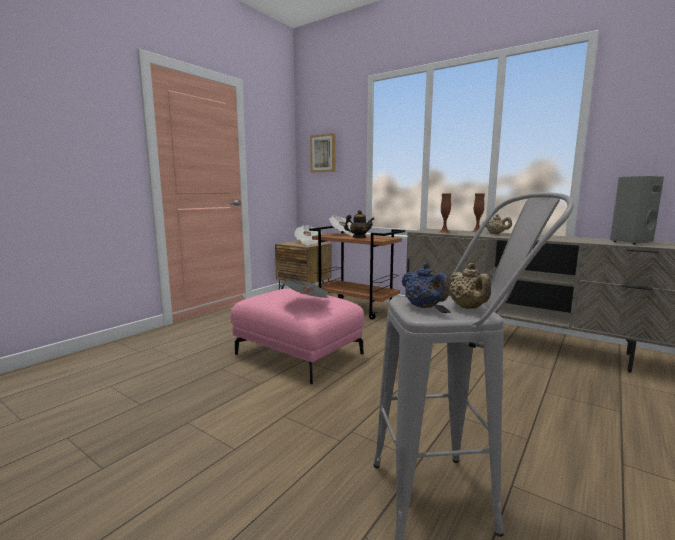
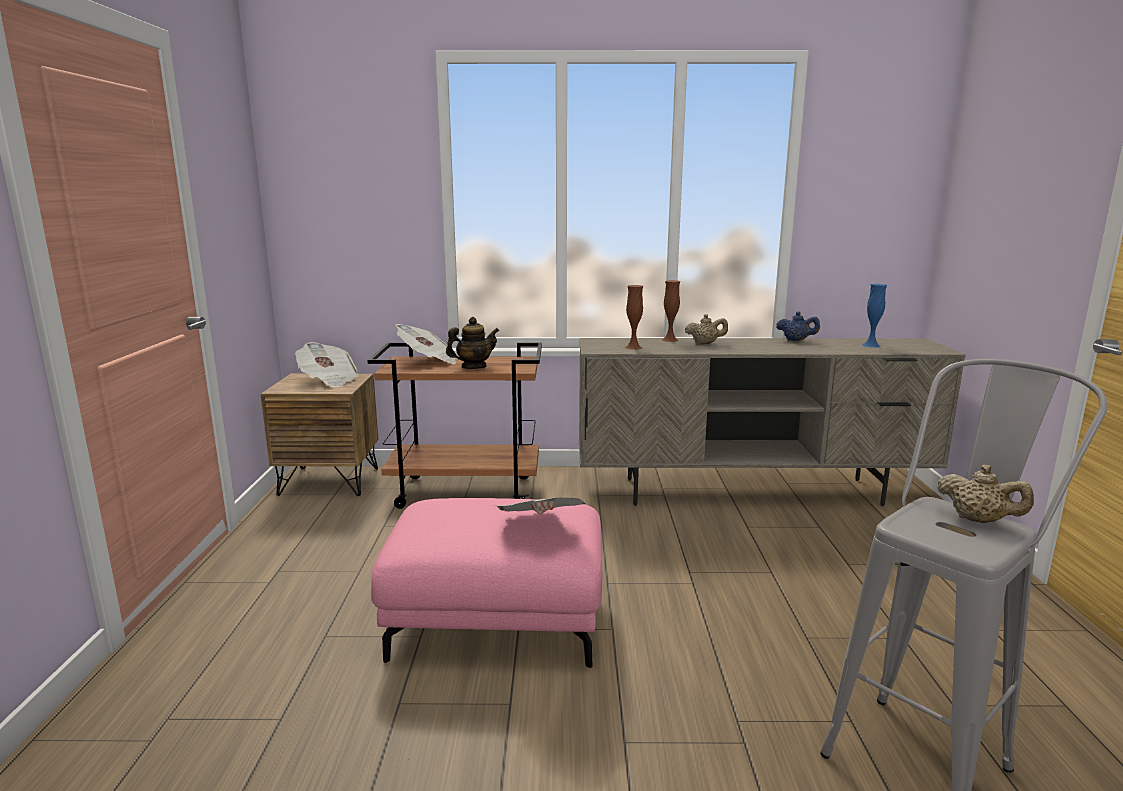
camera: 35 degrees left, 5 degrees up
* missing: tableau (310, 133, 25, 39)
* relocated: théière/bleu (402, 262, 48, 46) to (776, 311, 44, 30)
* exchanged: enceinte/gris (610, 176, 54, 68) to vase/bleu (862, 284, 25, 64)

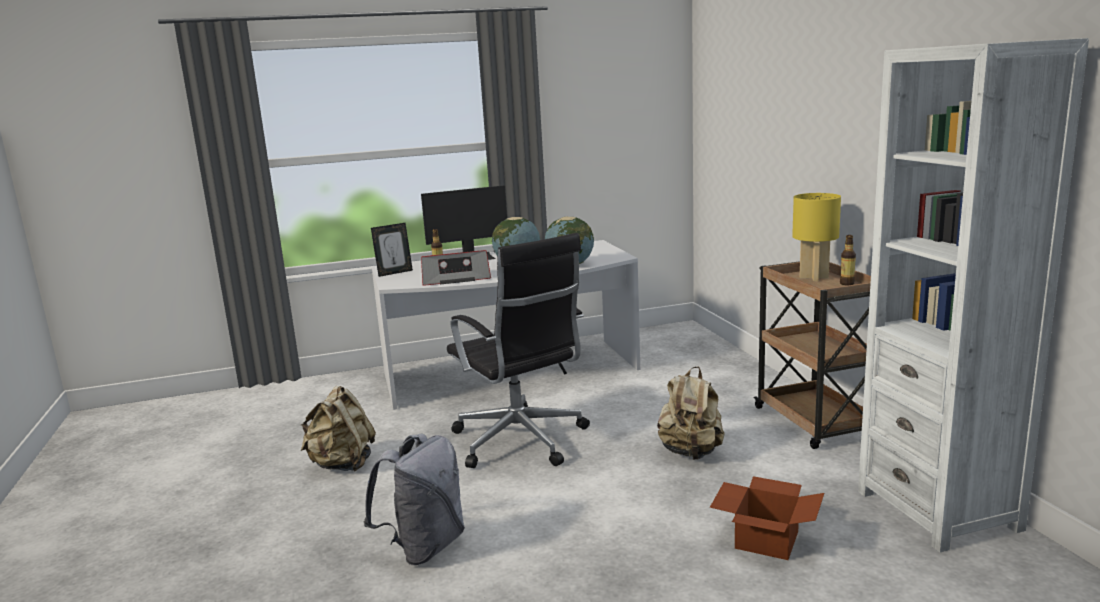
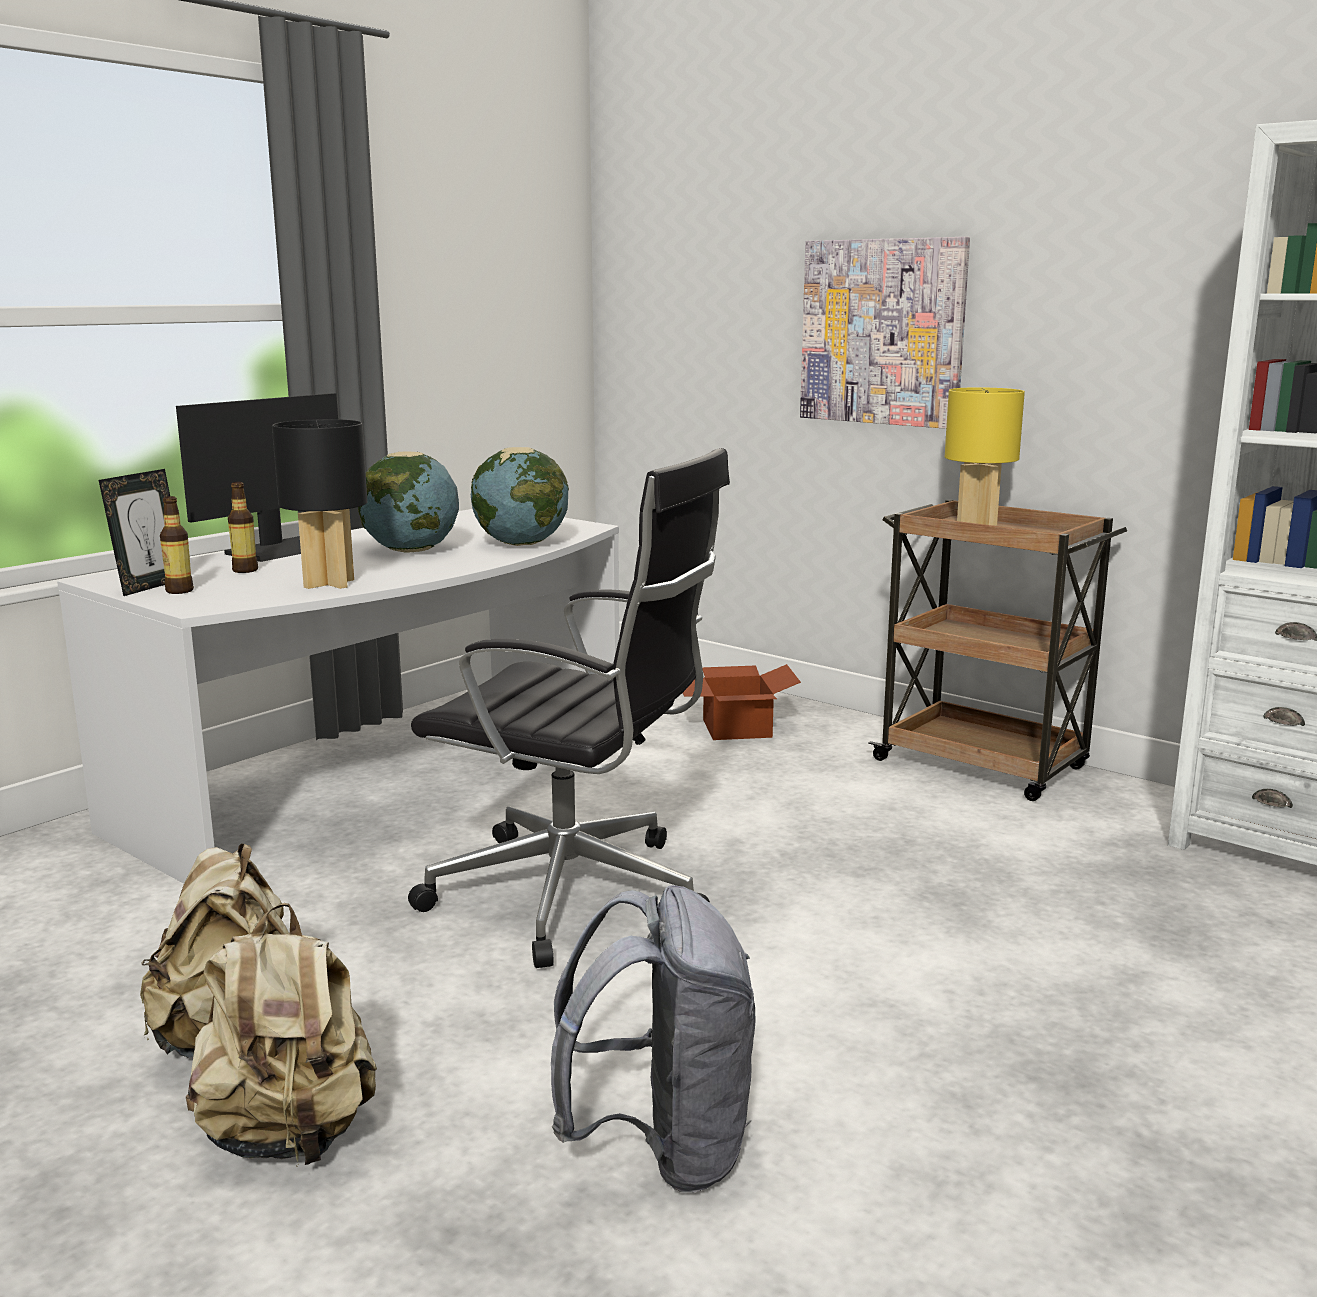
camera: 35 degrees left, 0 degrees up
* exchanged: radio (421, 250, 70, 36) to lampe de table/noir (272, 419, 95, 170)
* relocated: sac à dos/beige (657, 366, 67, 94) to (186, 903, 191, 264)
* relocated: carton (710, 476, 114, 84) to (683, 664, 118, 76)
* relocated: bouteille (840, 235, 16, 50) to (160, 496, 34, 98)
* appeared: tableau (800, 237, 170, 192)

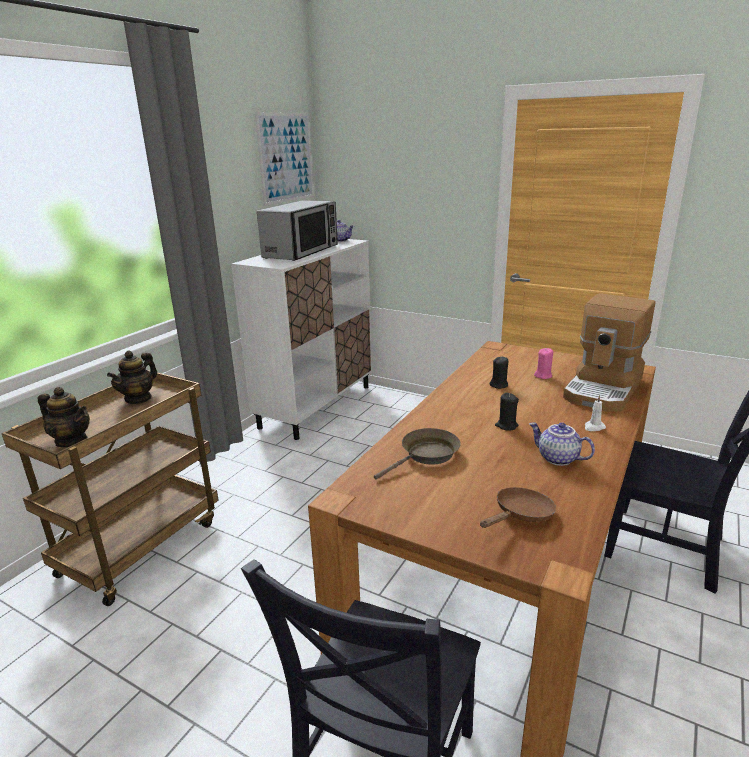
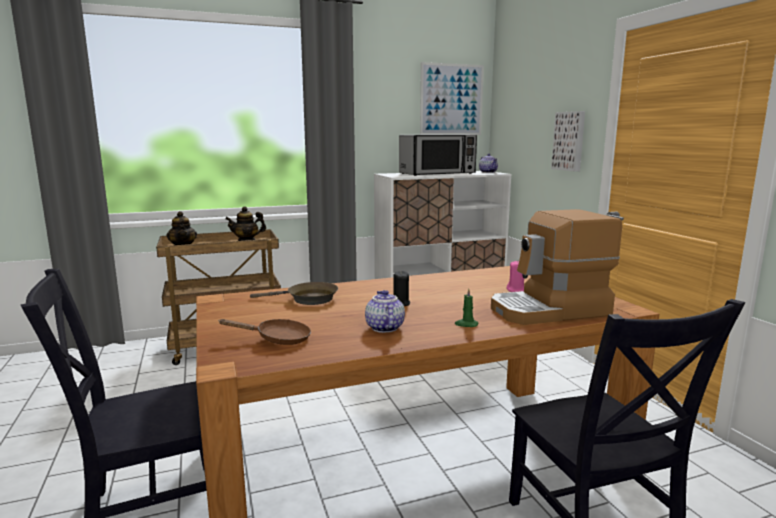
camera: 40 degrees right, 10 degrees down
* missing: bougie/noir (489, 357, 19, 32)
* colour: bougie/blanc (585, 395, 21, 36) to bougie/vert (454, 288, 24, 39)
* appeared: tableau (551, 111, 34, 61)

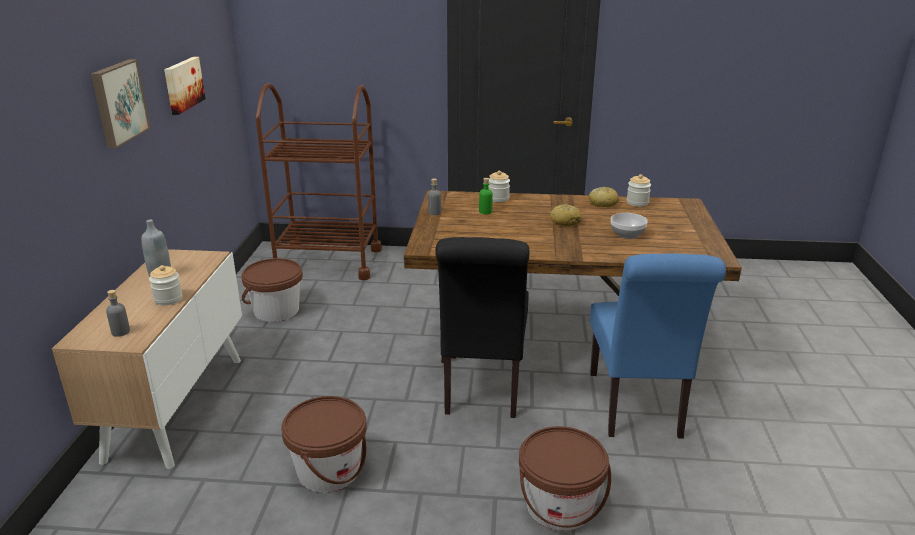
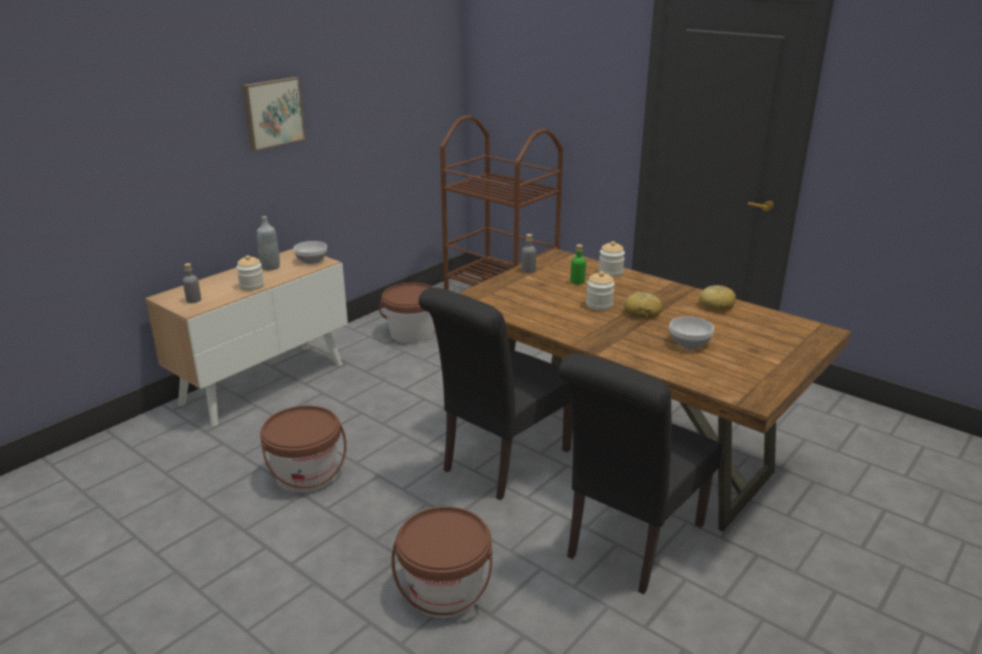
camera: 35 degrees right, 0 degrees up
* missing: tableau (164, 57, 41, 58)
* colour: chaise/bleu (590, 253, 136, 186) to chaise/noir (559, 353, 163, 242)
* relocated: bocal (626, 174, 25, 33) to (586, 271, 29, 40)
* appeared: bol (294, 241, 33, 23)

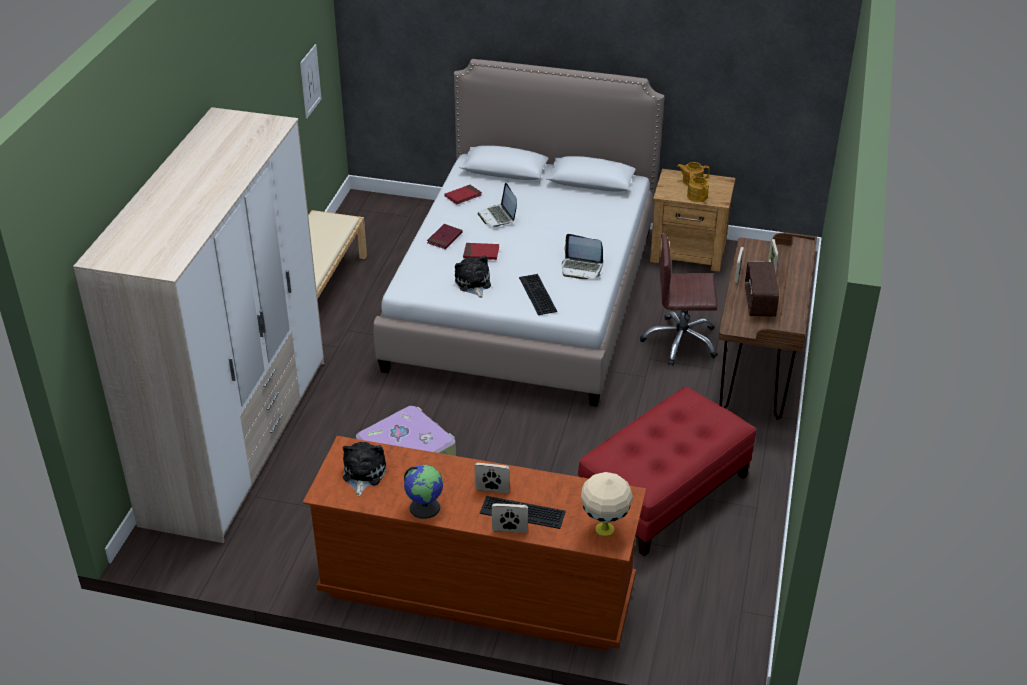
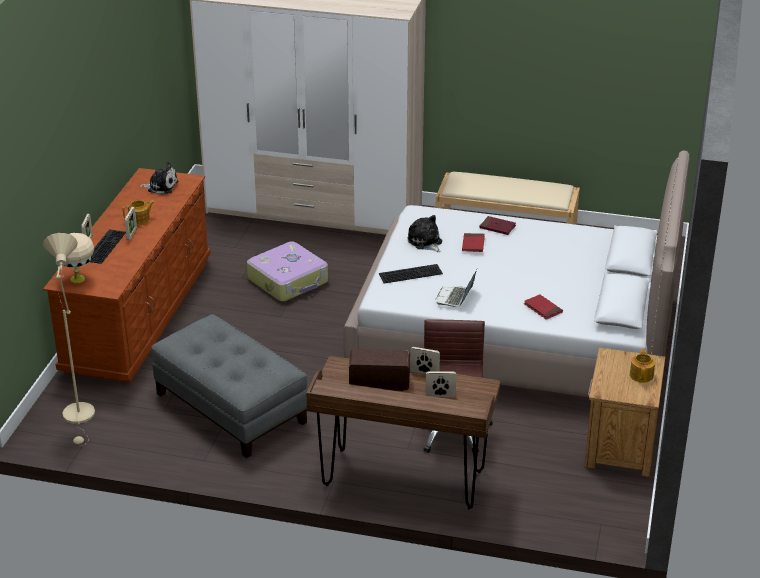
camera: 90 degrees right, 5 degrees down
* missing: tableau (300, 44, 22, 75)
* missing: globe (404, 465, 39, 54)
* relocated: livre/rouge (444, 185, 38, 20) to (524, 294, 39, 26)
* spun: peluche (455, 256, 36, 42) = (408, 215, 34, 37) 105 degrees counterclockwise
* missing: ordinateur portable (478, 183, 39, 44)
* colour: pouf/rouge (578, 387, 178, 169) to pouf/gris (151, 314, 156, 144)
* relocated: théière (687, 173, 22, 29) to (123, 200, 32, 25)
* appeared: lampadaire/beige (43, 233, 52, 212)

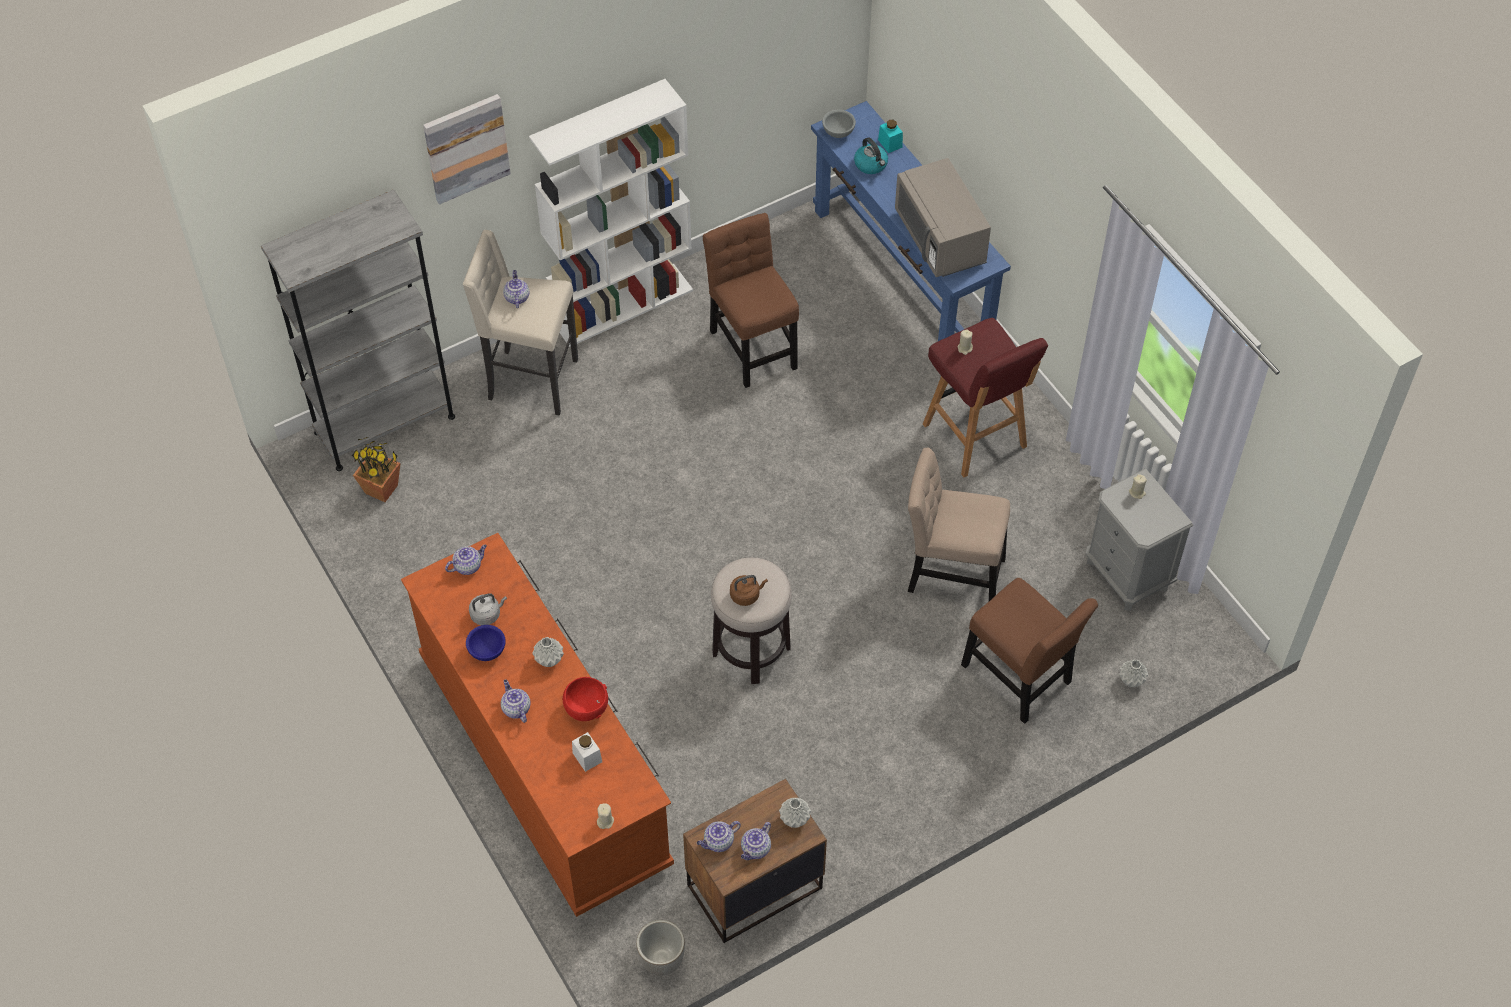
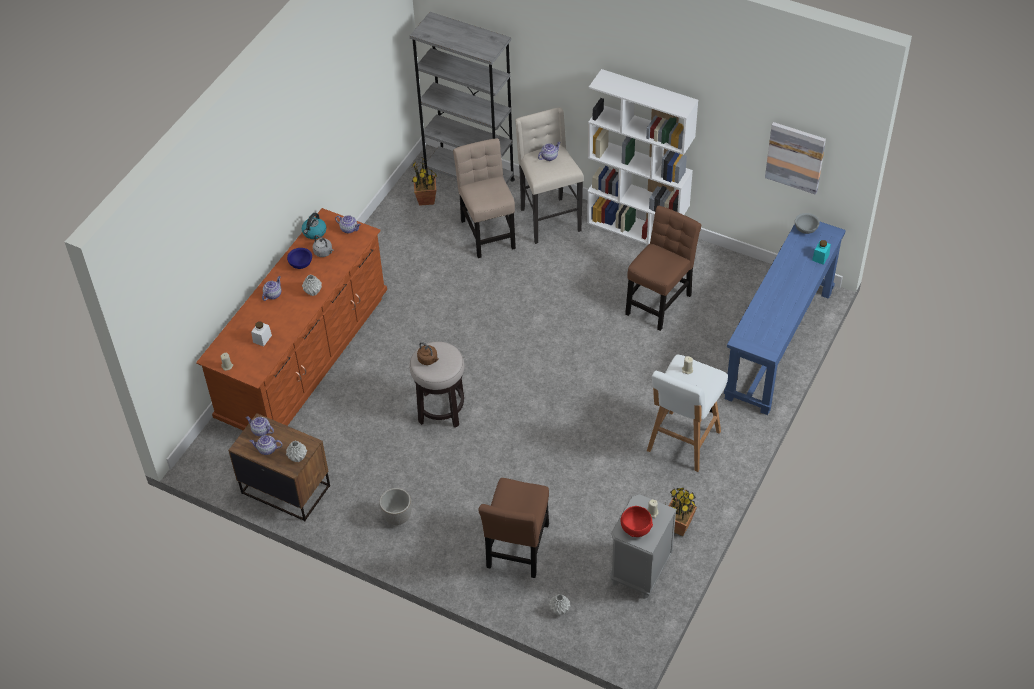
camera: 60 degrees right, 5 degrees down
* relocated: tableau (423, 94, 88, 111) to (765, 122, 61, 73)
* relocated: bol/rouge (563, 677, 45, 44) to (621, 506, 32, 31)
* relocated: cache-pot (636, 920, 49, 56) to (379, 488, 32, 37)
* relocated: bouilloire (854, 137, 34, 37) to (302, 213, 25, 26)
* missing: micro-ondes/gris (895, 158, 96, 119)
* relocated: chaise/beige (908, 448, 102, 153) to (453, 138, 63, 120)
* colour: tabouret/rouge (923, 318, 125, 159) to tabouret/blanc (647, 354, 81, 118)
* appeared: plante en pot (665, 488, 32, 48)

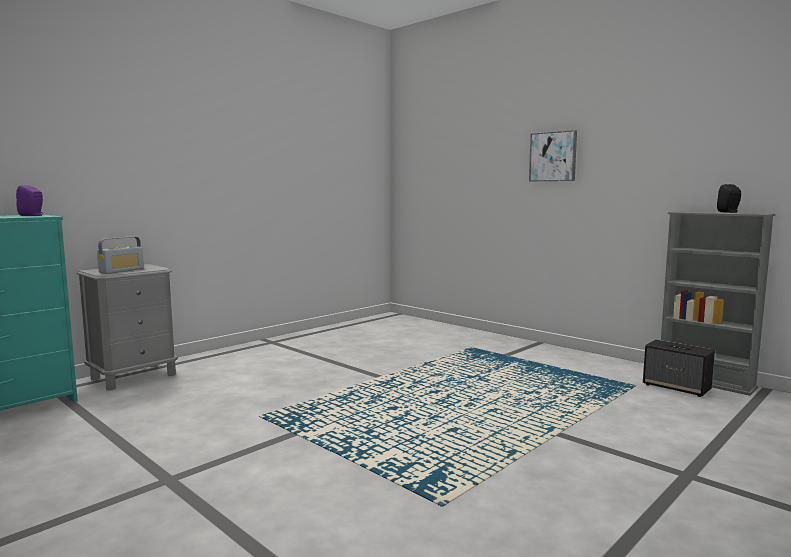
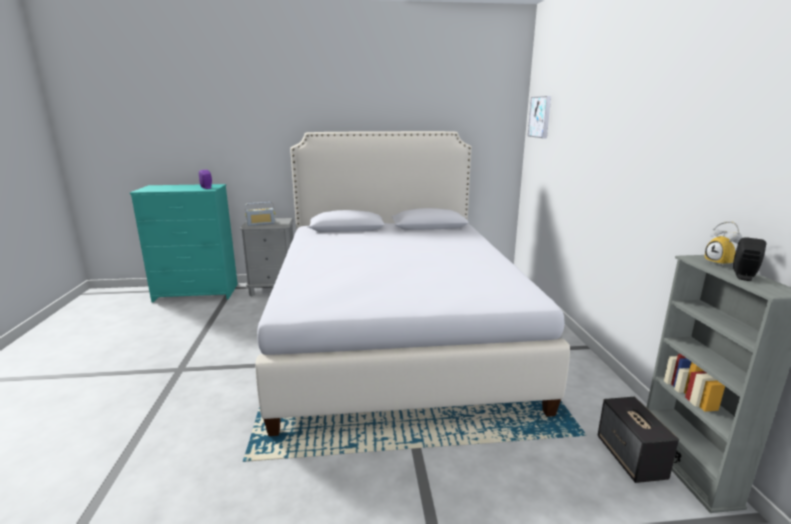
camera: 40 degrees right, 10 degrees up
* relocated: tableau (529, 130, 48, 51) to (528, 96, 23, 42)
* appeared: lit/blanc (255, 131, 315, 305)
* appeared: réveil (704, 221, 38, 46)

